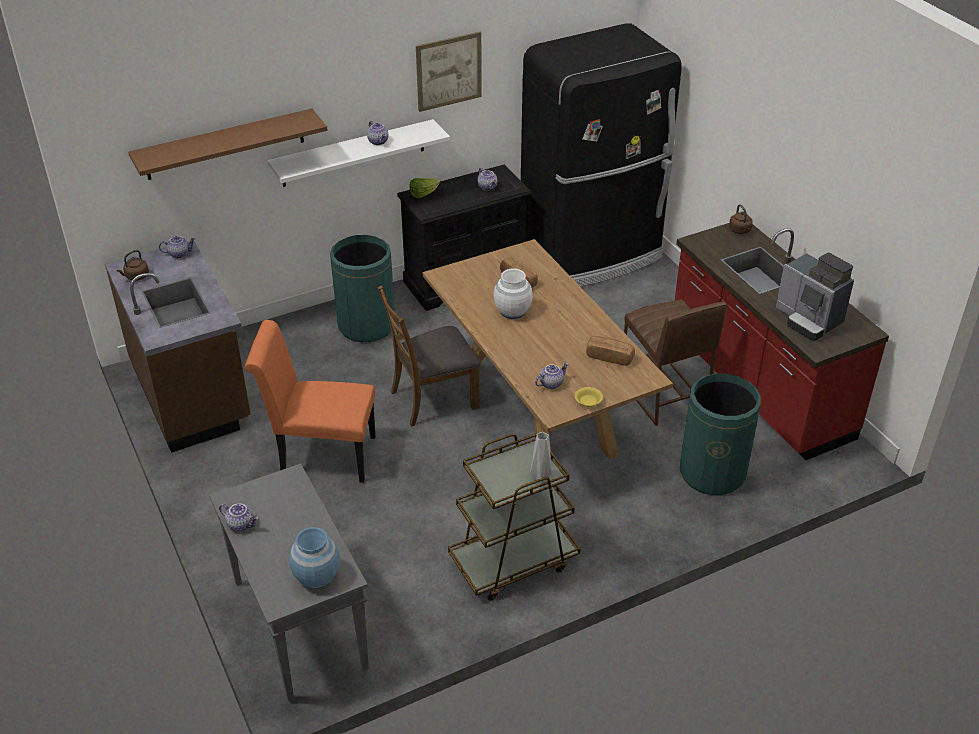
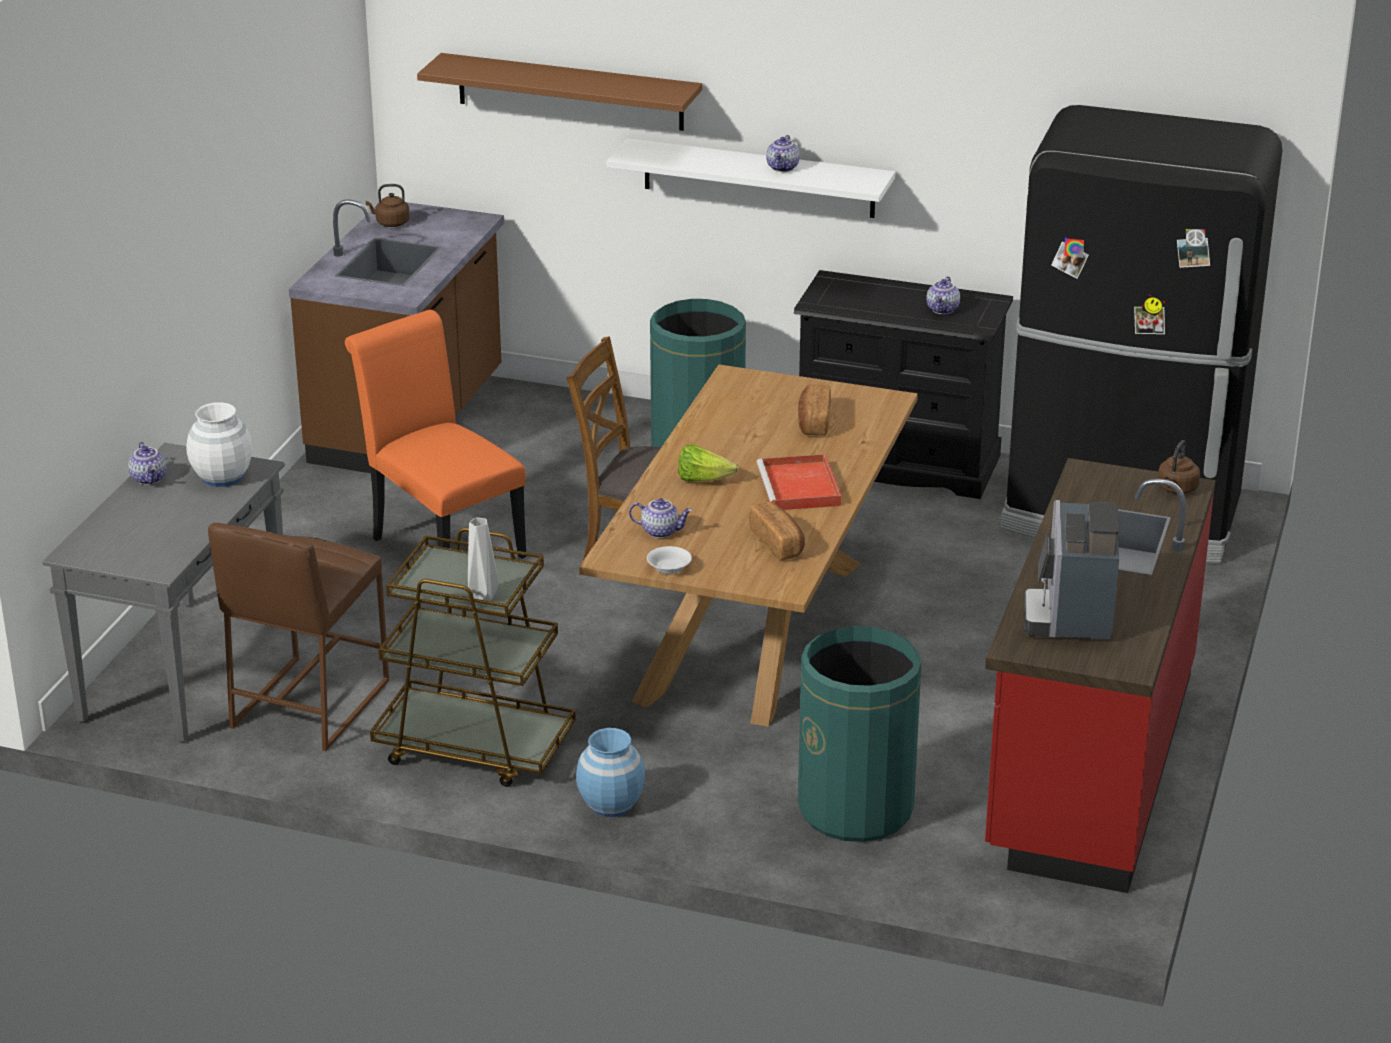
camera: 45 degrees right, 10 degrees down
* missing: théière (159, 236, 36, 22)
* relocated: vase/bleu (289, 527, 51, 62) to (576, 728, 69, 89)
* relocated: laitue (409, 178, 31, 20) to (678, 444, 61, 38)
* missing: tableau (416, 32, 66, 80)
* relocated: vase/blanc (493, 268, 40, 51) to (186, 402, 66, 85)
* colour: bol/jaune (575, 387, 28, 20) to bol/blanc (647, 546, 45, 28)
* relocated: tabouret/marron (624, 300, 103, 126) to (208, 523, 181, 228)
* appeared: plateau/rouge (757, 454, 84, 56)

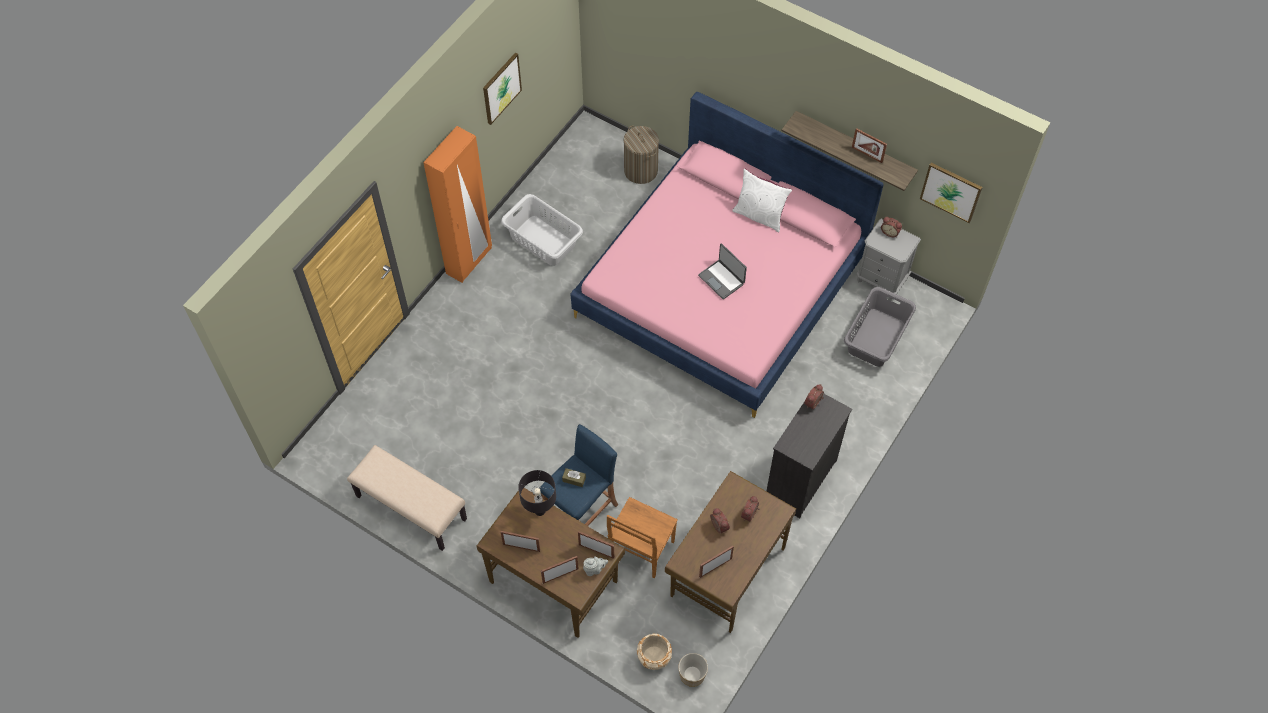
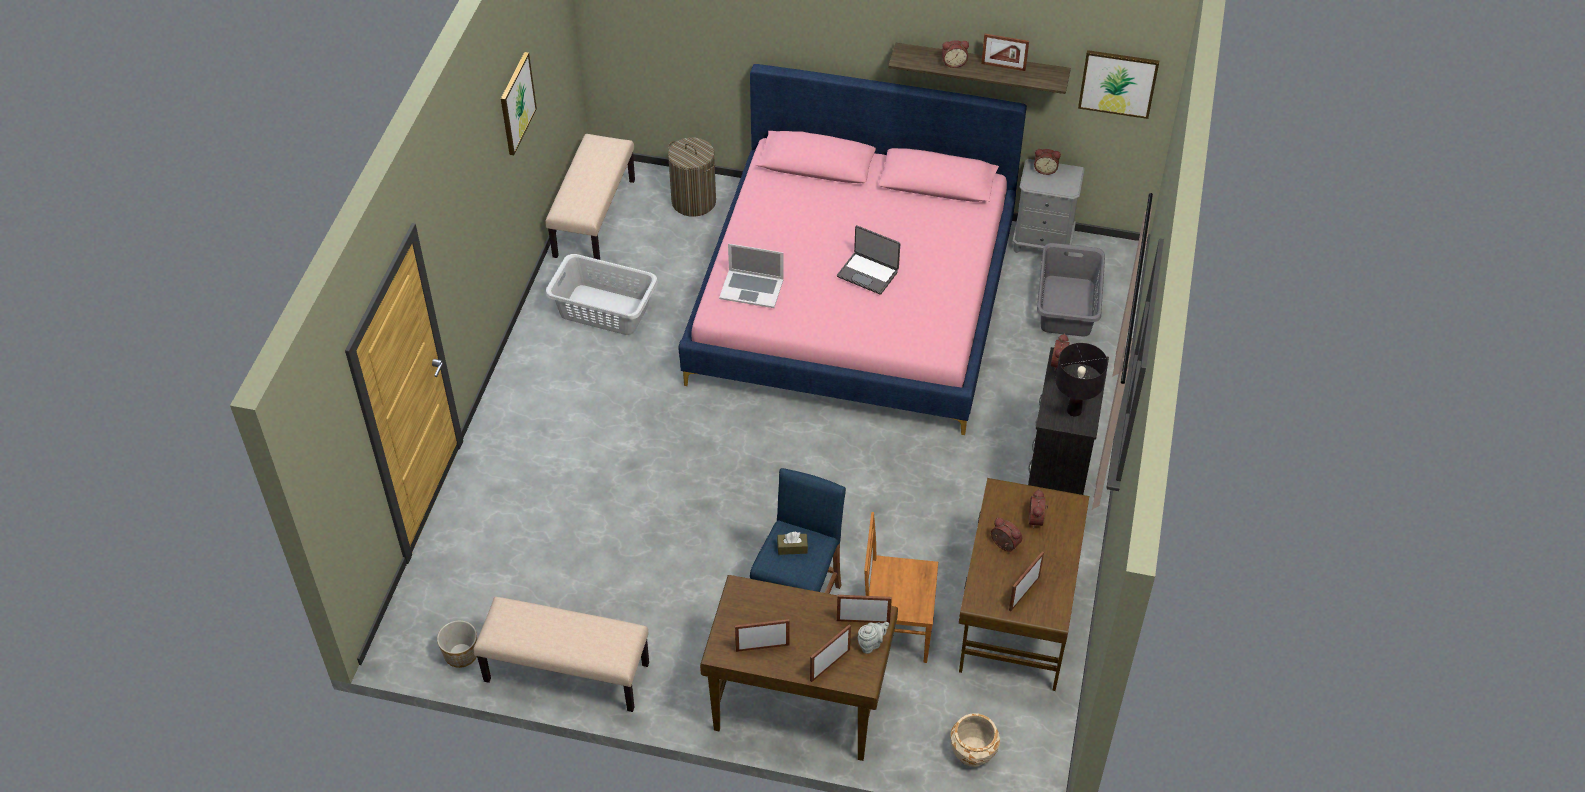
camera: 20 degrees left, 10 degrees down
* missing: armoire/orange (423, 126, 69, 157)
* relocated: lampe de table/noir (518, 470, 38, 46) to (1055, 343, 53, 73)
* spun: chaise/marron (607, 497, 71, 81) = (864, 512, 74, 151) 90 degrees clockwise
* relocated: cache-pot (678, 653, 30, 34) to (437, 620, 40, 48)
* missing: coussin/blanc (732, 168, 60, 64)
* appeared: banc/beige (545, 134, 90, 126)
* appeared: ordinateur portable (719, 244, 65, 64)
* appeared: réveil (942, 40, 27, 28)

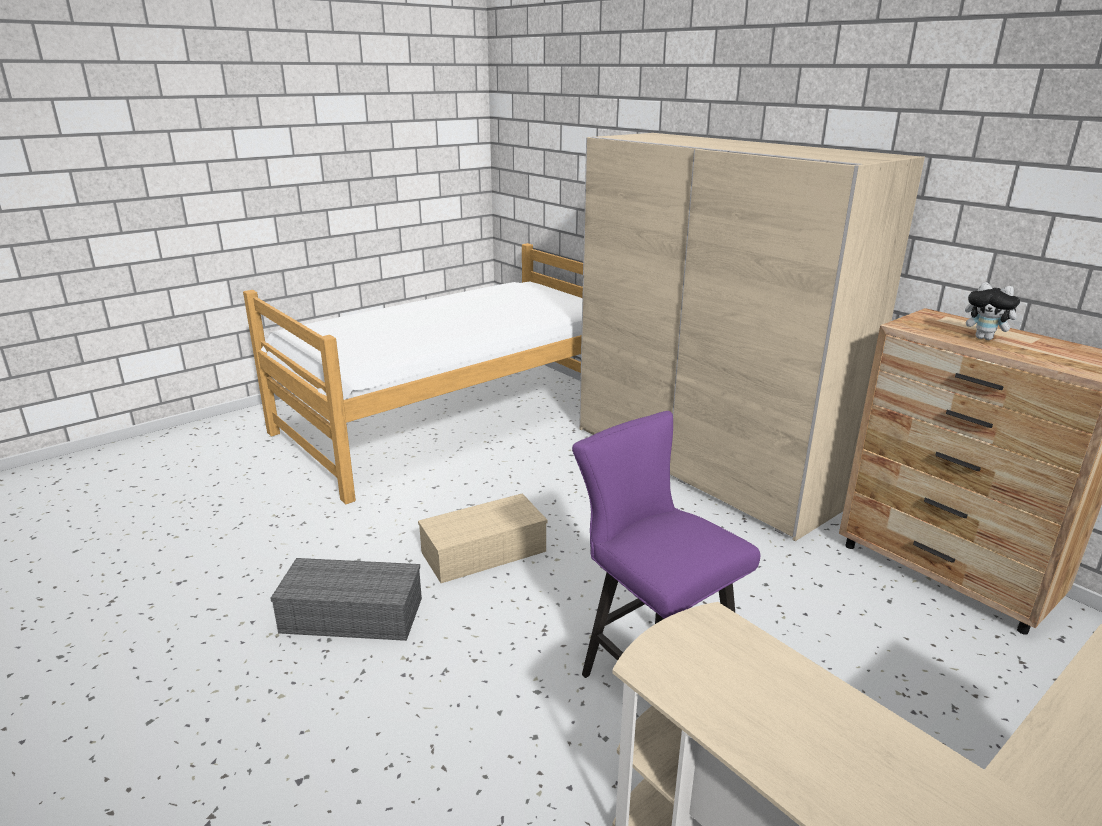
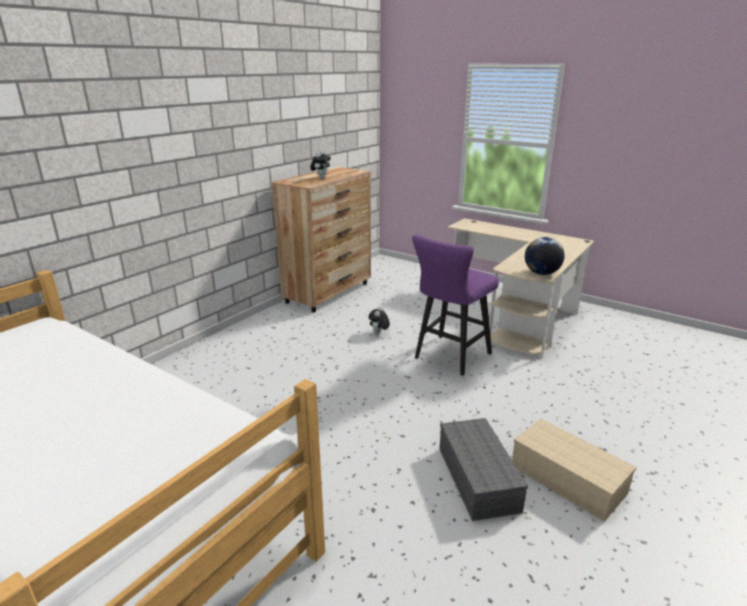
camera: 105 degrees left, 0 degrees up
* relocated: boîte de rangement/beige (418, 493, 129, 90) to (512, 419, 124, 103)
* missing: armoire/beige (579, 133, 346, 408)
* appeared: peluche (369, 306, 21, 28)
* appeared: globe (525, 237, 40, 38)

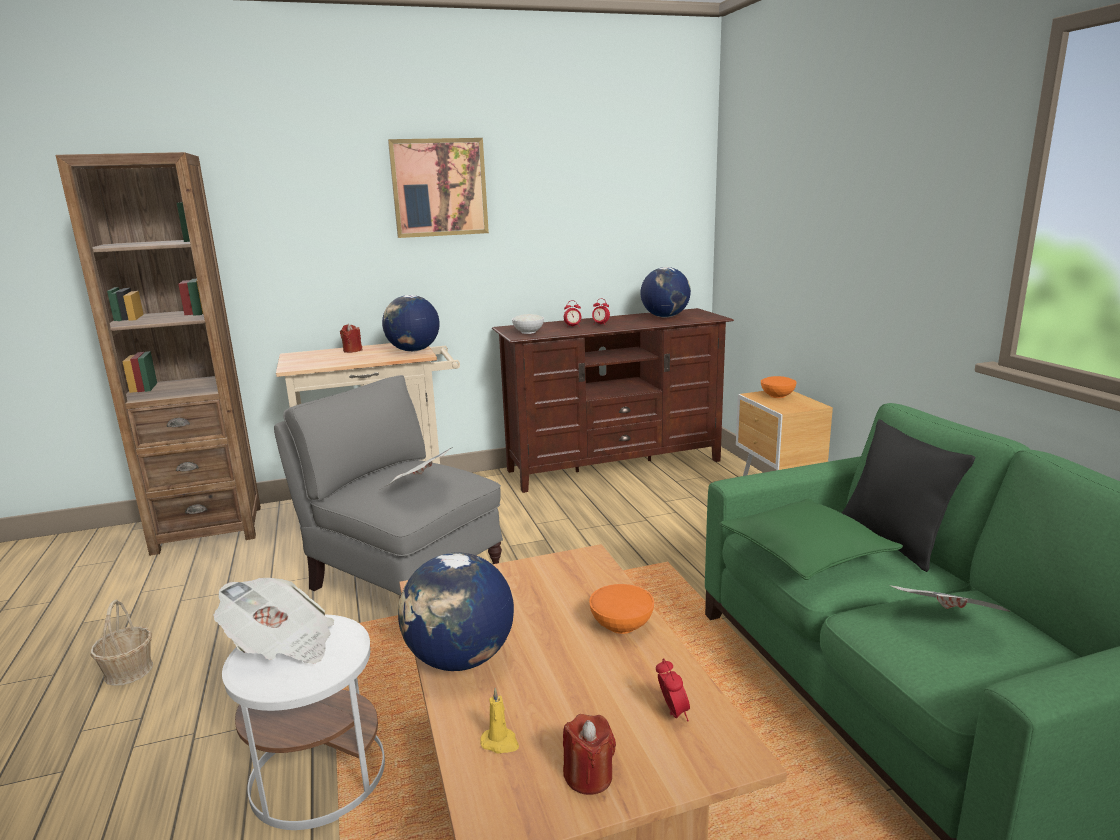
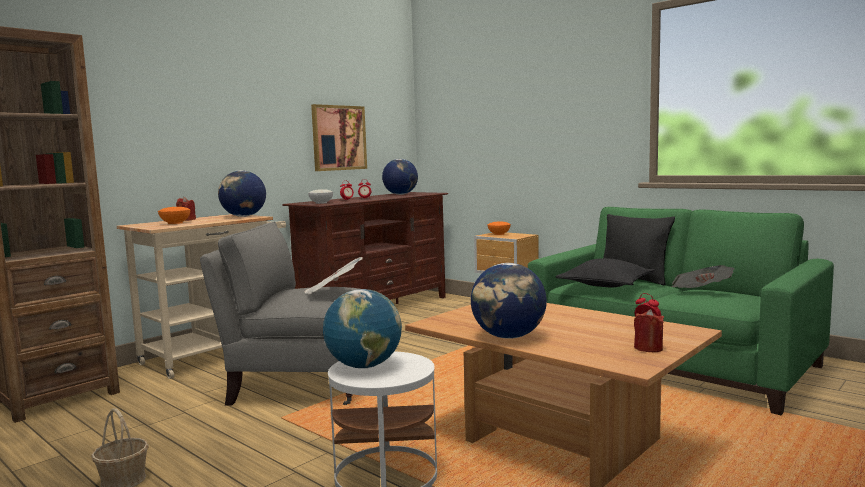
camera: 30 degrees left, 10 degrees down
* exchanged: journal (214, 578, 120, 86) to globe (323, 289, 79, 79)
* relocated: tableau (388, 138, 101, 100) to (311, 104, 56, 67)
* missing: bougie/jaune (480, 688, 39, 65)
* relocated: bol/orange (589, 584, 65, 50) to (158, 207, 32, 17)
* colour: coussin/vert (719, 498, 184, 82) to coussin/noir (556, 258, 99, 29)

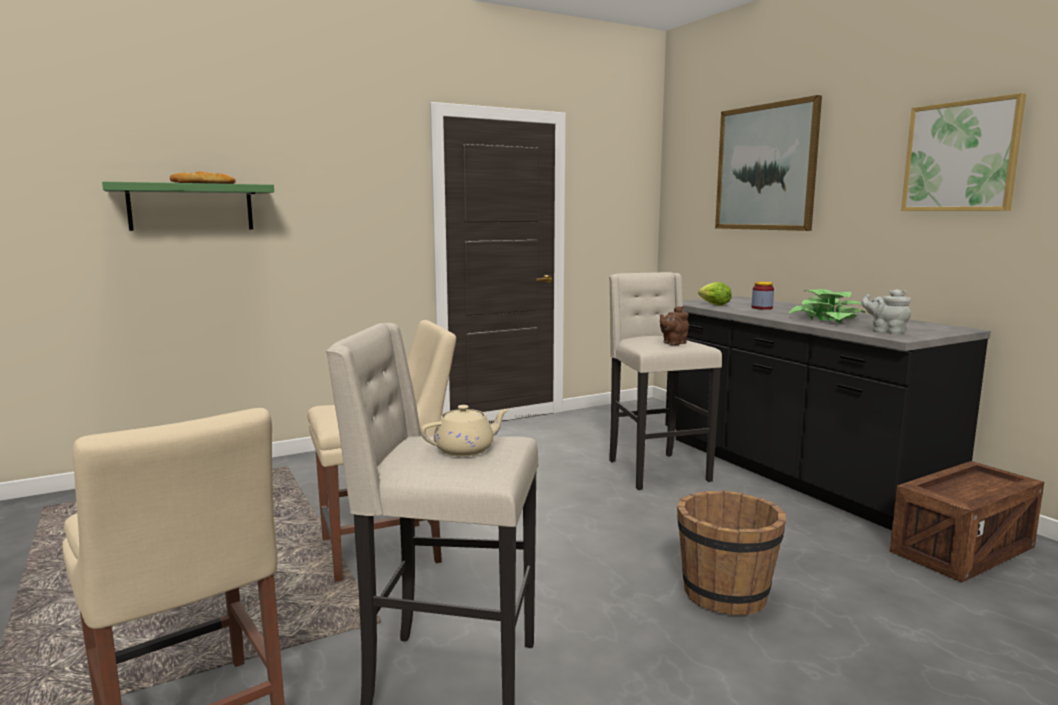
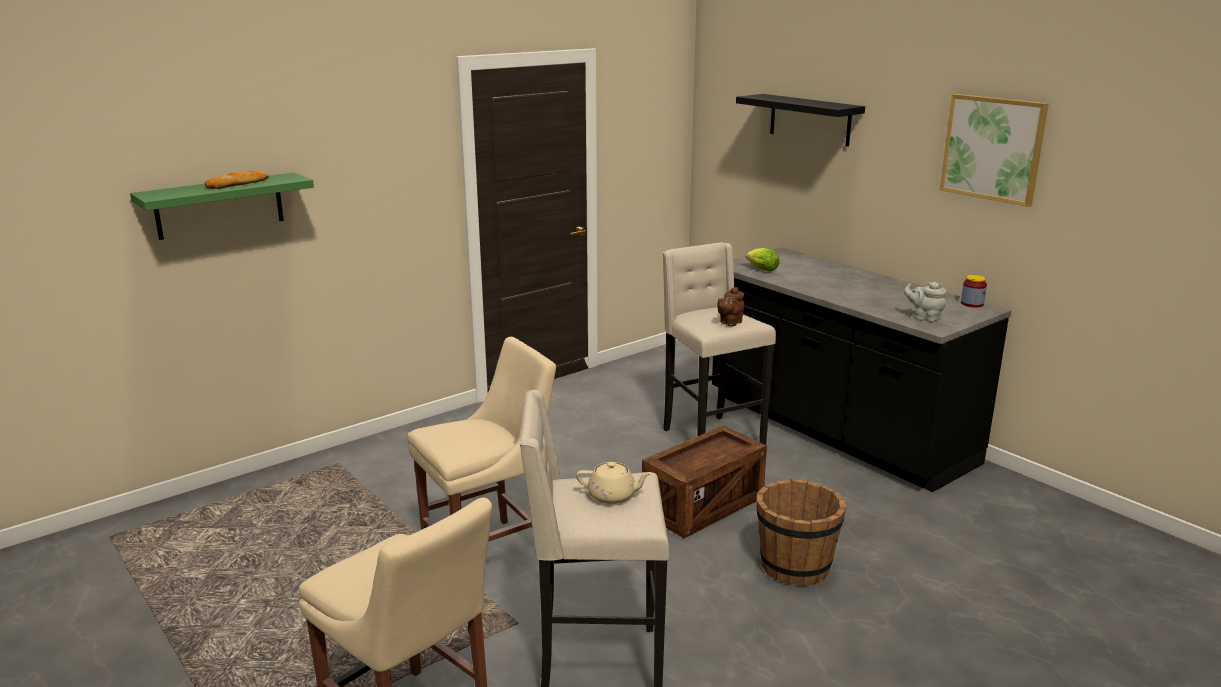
camera: 10 degrees left, 10 degrees up
* spun: théière/beige (420, 405, 89, 52) = (576, 462, 76, 42) 45 degrees clockwise
* exchanged: tableau (715, 95, 107, 136) to étagère/noir (736, 94, 129, 52)
* relocated: bocal (752, 281, 22, 29) to (961, 275, 26, 32)
* missing: plante en pot (788, 289, 78, 34)
* relocated: caisse (890, 461, 154, 121) to (642, 426, 125, 112)

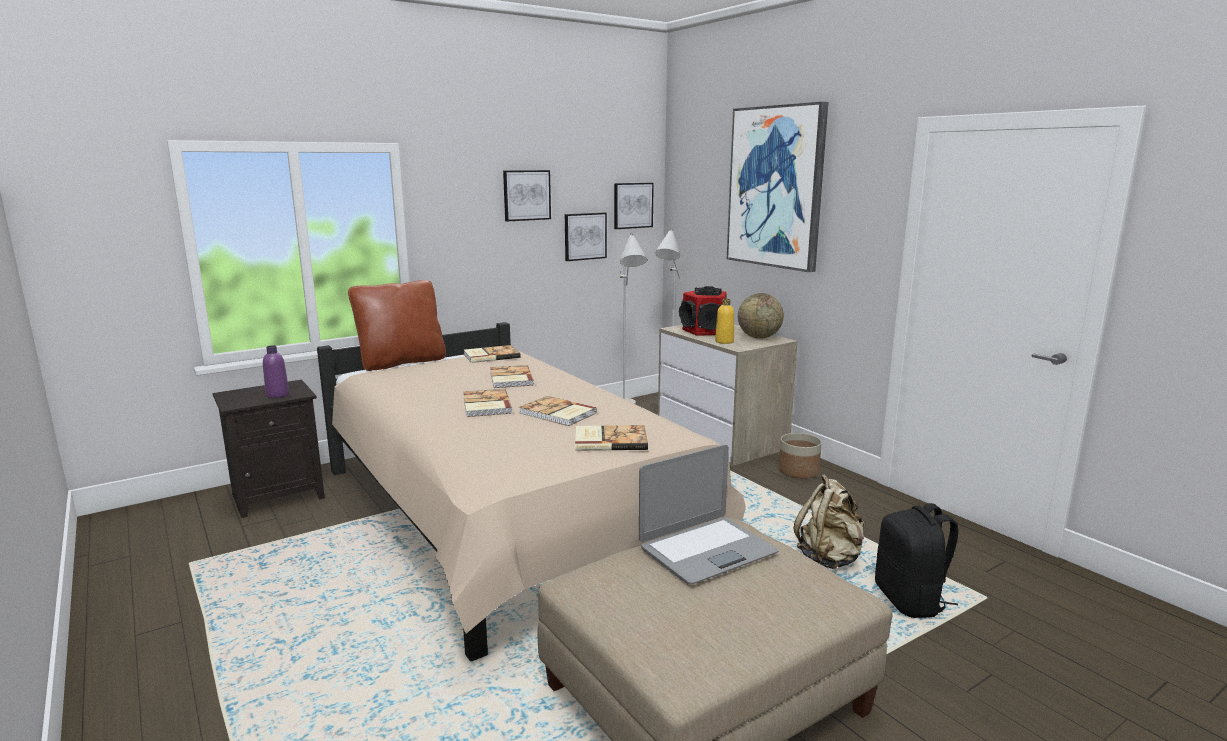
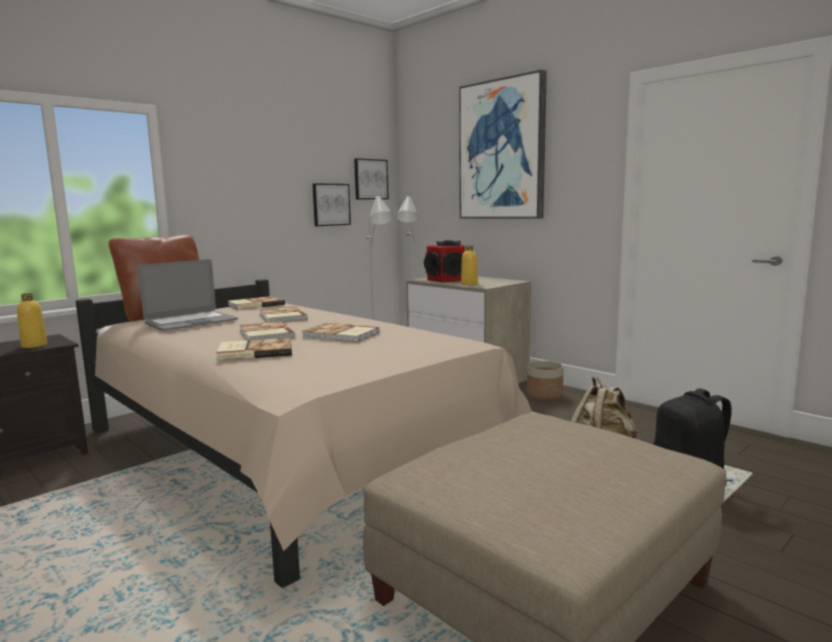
camera: 10 degrees left, 5 degrees down
* colour: bouteille/violet (263, 345, 26, 53) to bouteille/jaune (17, 293, 30, 55)
* missing: tableau (503, 170, 48, 51)
* relocated: livre (575, 425, 73, 26) to (216, 338, 76, 23)
* relocated: ordinateur portable (639, 444, 139, 140) to (138, 259, 100, 72)
* missing: globe (738, 293, 46, 46)

